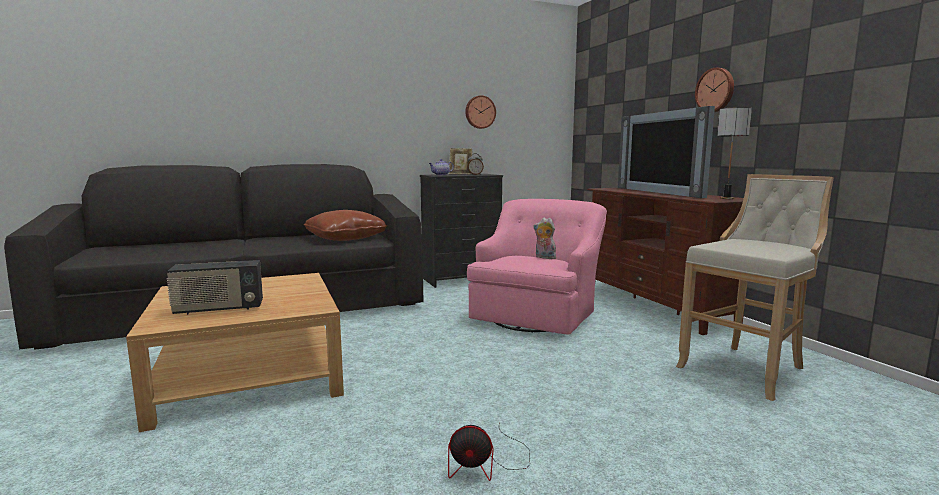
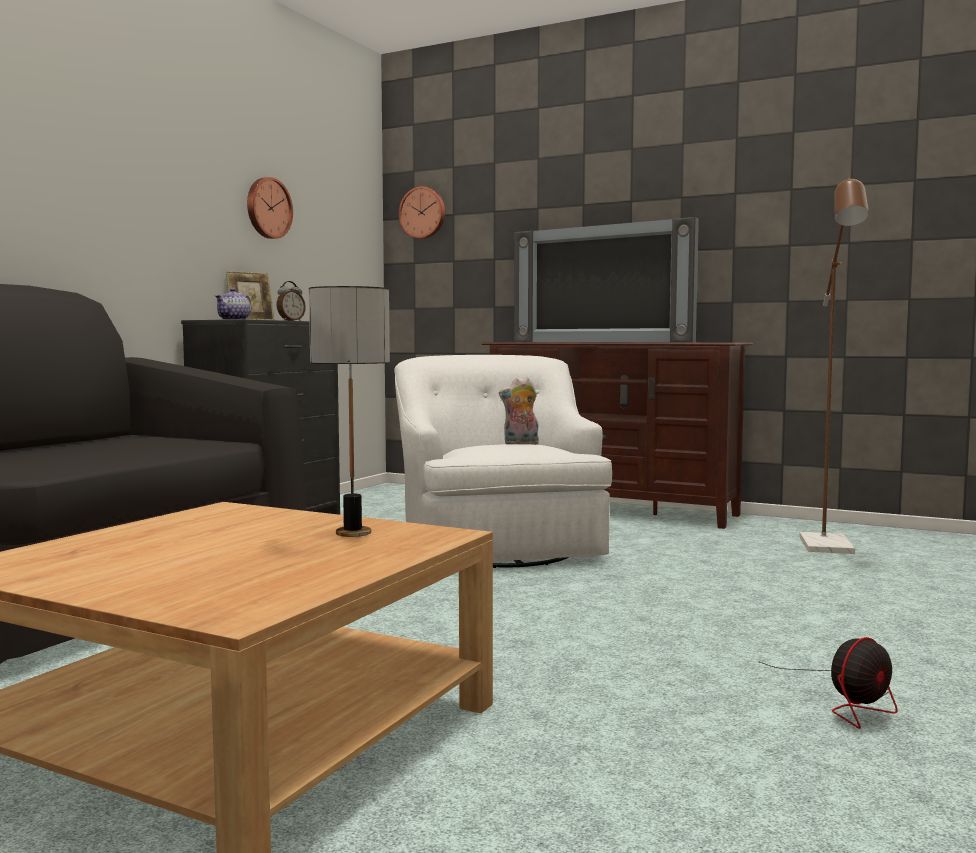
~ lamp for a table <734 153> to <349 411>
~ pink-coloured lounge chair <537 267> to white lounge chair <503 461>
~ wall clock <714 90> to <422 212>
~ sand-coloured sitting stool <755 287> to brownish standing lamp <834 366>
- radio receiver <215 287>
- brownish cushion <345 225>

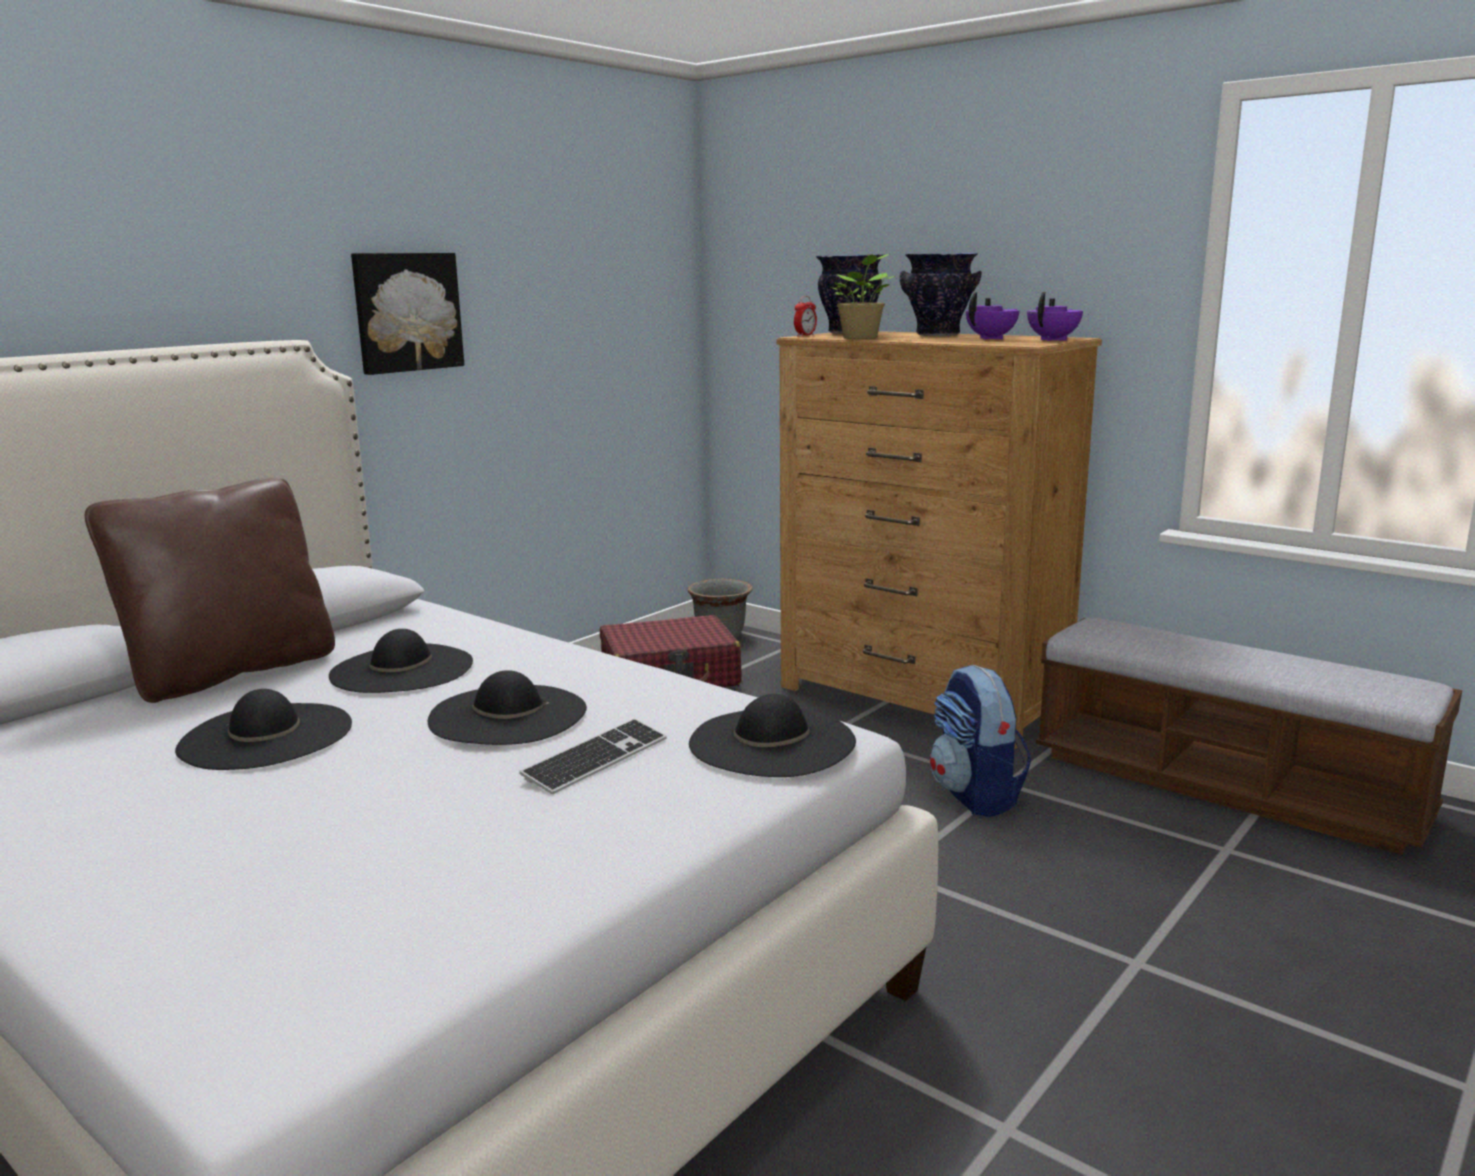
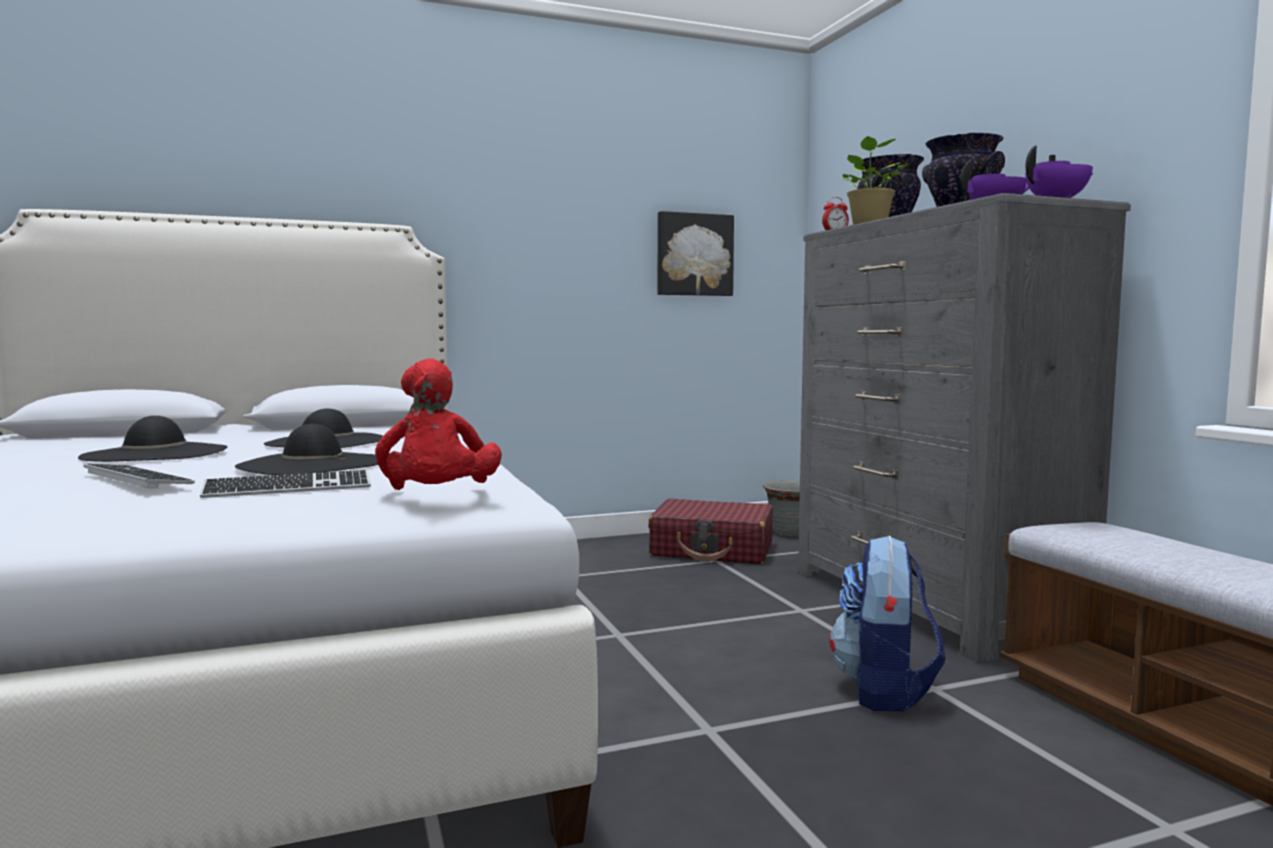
+ keyboard <139 476>
~ black-coloured hat <772 735> to reddish soft toy <438 424>
~ wall picture <407 314> to <696 253>
~ brownish dresser <939 540> to grey dresser <964 428>
- brownish cushion <210 590>

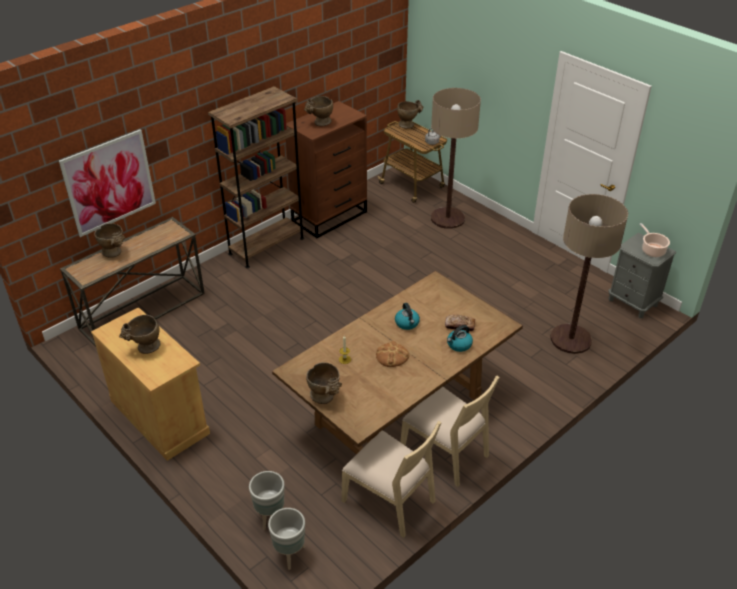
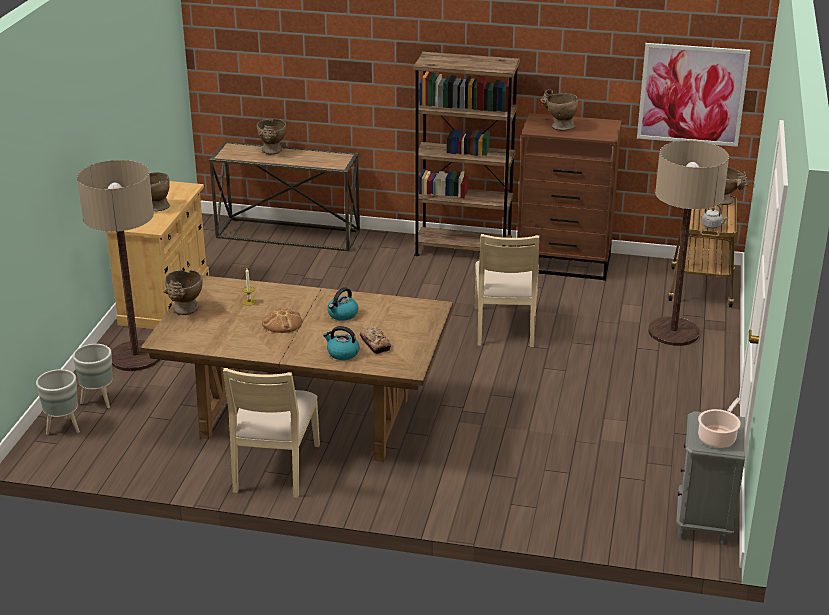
~ standing lamp <589 274> to <118 265>
~ sand-coloured plain chair <391 479> to <507 290>
~ wall picture <107 183> to <693 95>

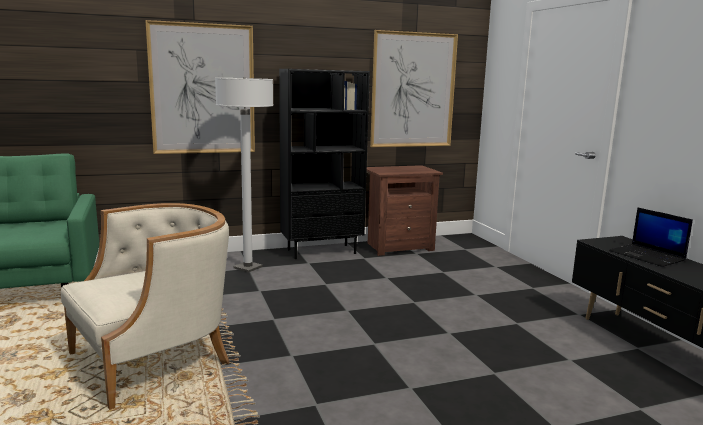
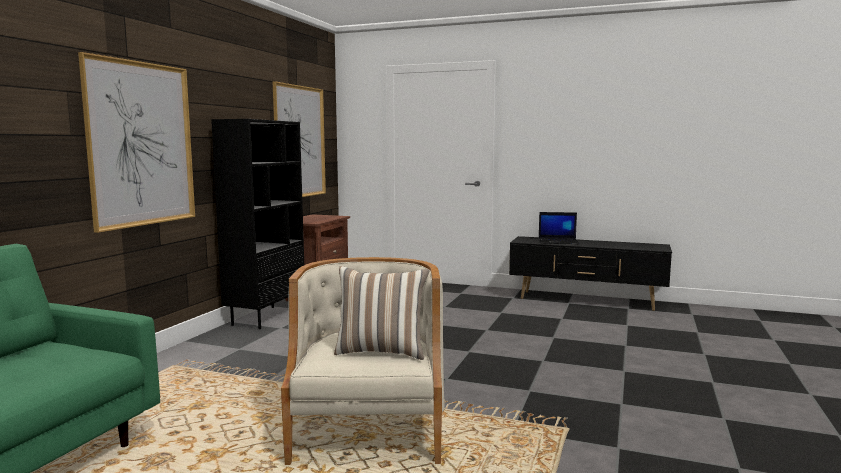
+ cushion <381 313>
- white standing lamp <244 175>

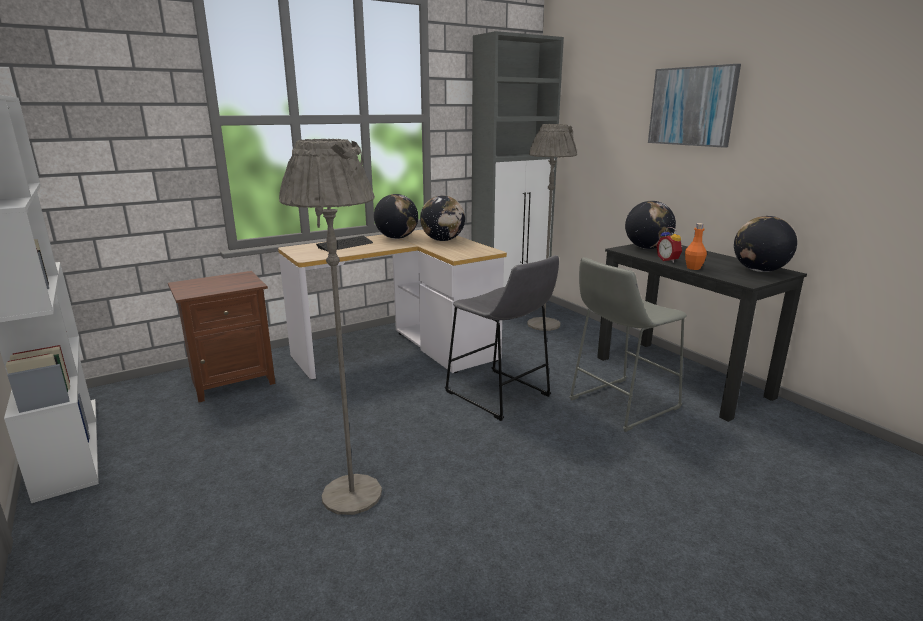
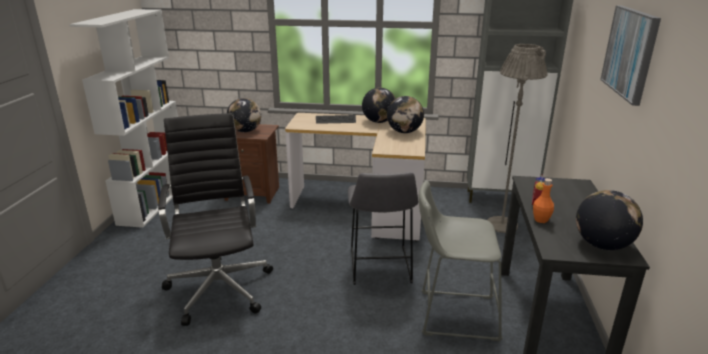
~ grey standing lamp <330 327> to black-coloured computer chair <215 219>
~ world globe <650 225> to <244 115>

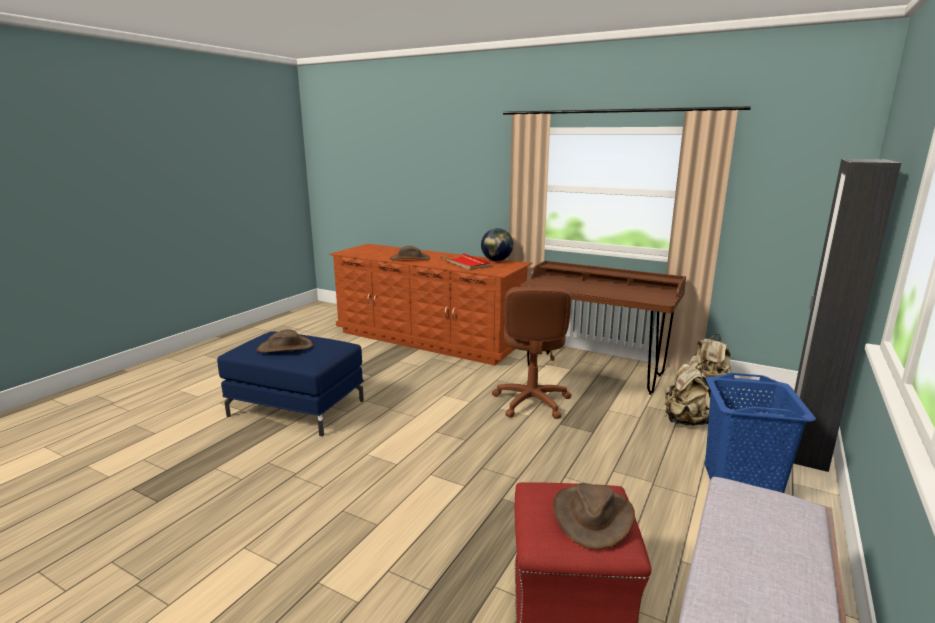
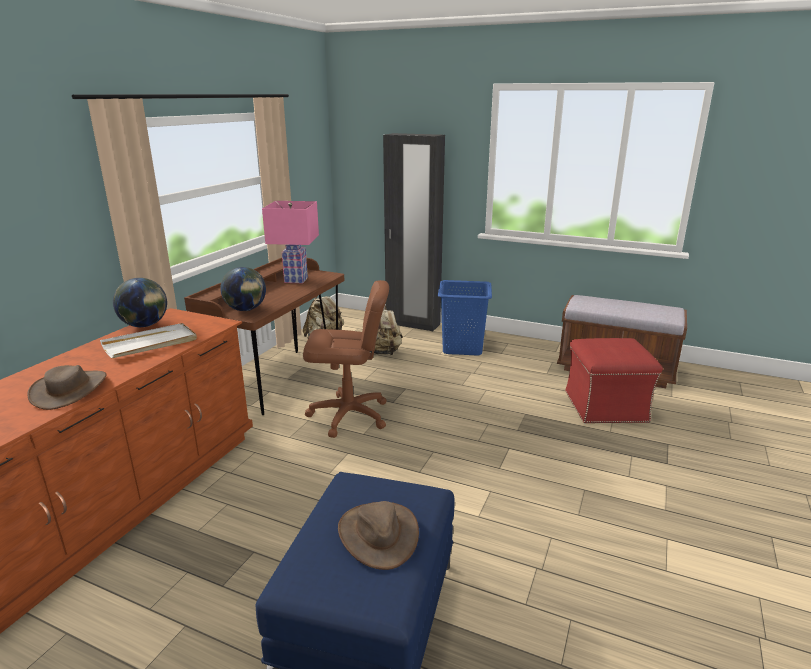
~ reddish serving tray <465 261> to white serving tray <148 341>
+ world globe <243 289>
+ pink-coloured lamp for a table <290 242>
- brownish hat <594 516>

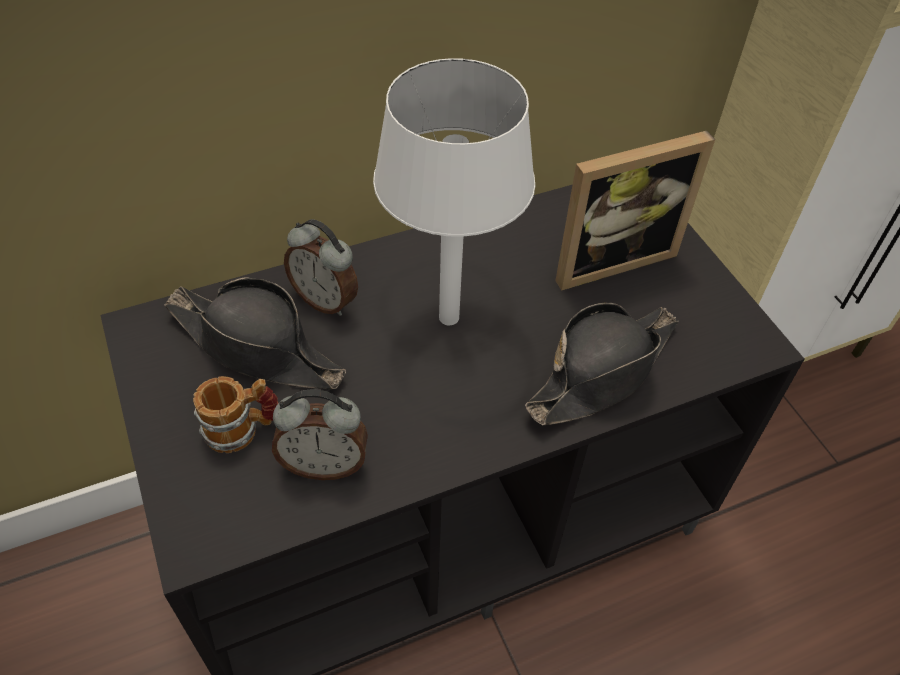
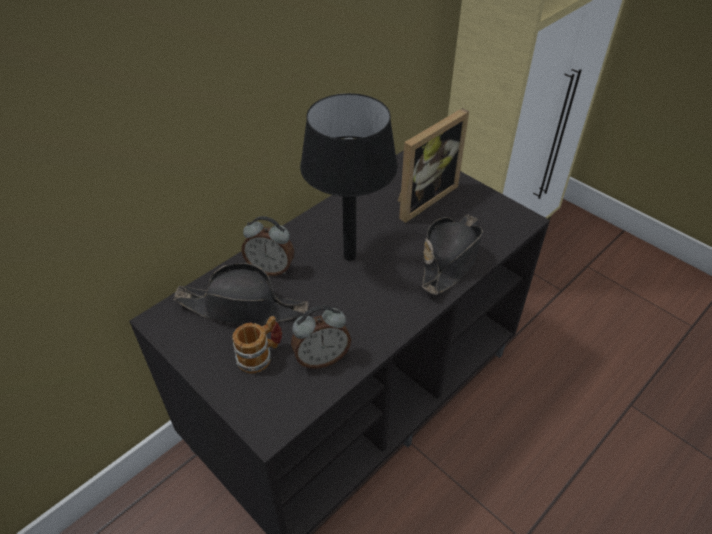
~ white lamp for a table <454 191> to black-coloured lamp for a table <349 177>

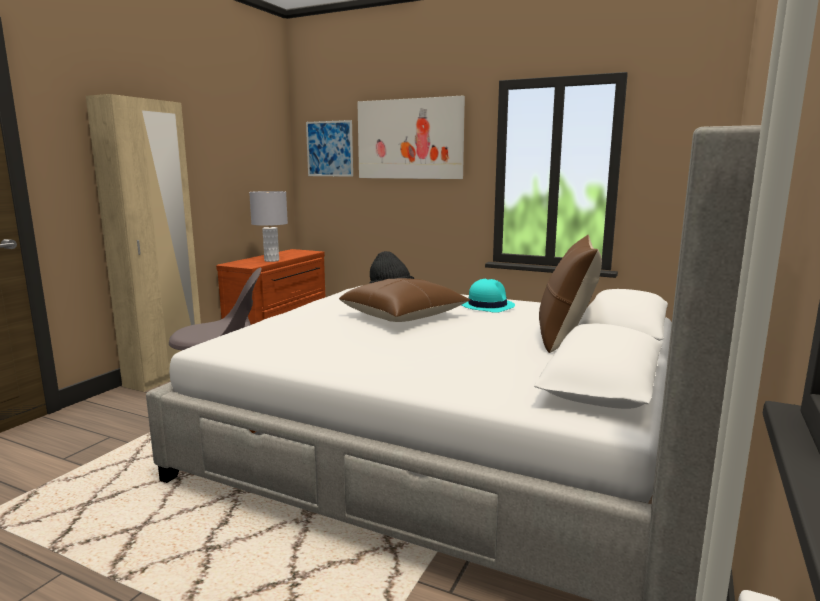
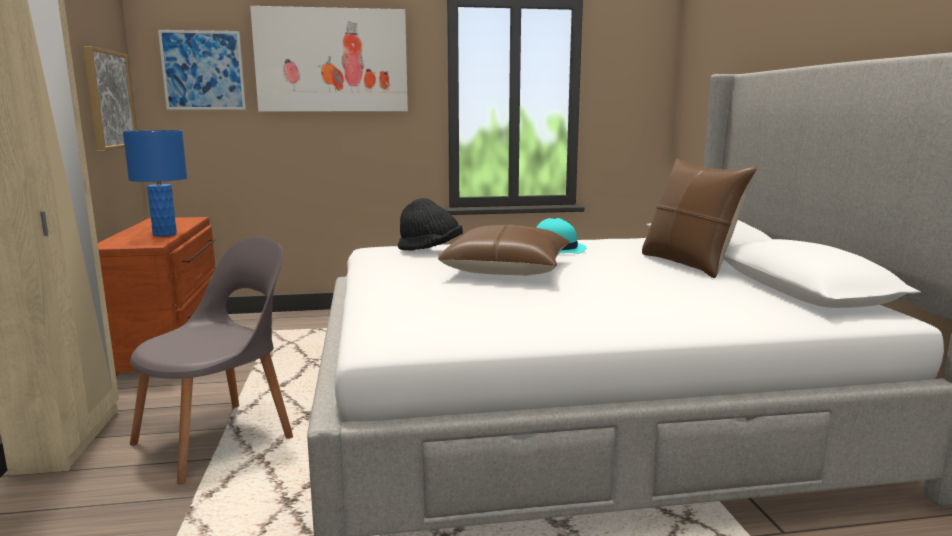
+ wall picture <109 98>
~ grey lamp for a table <268 226> to blue lamp for a table <155 183>

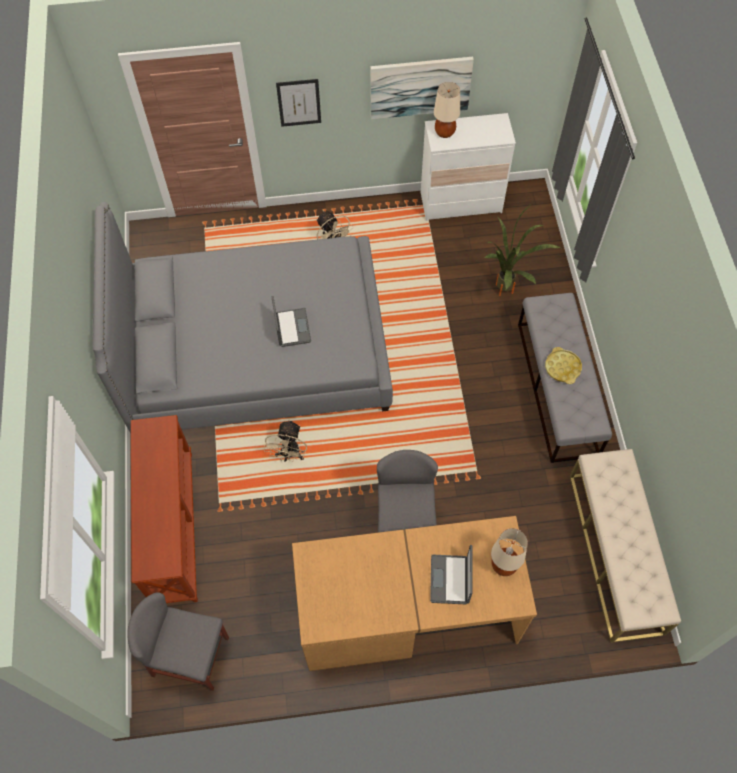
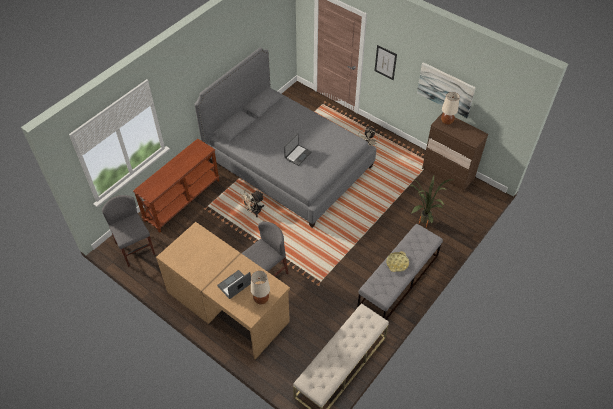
~ white dresser <468 167> to brownish dresser <455 152>

